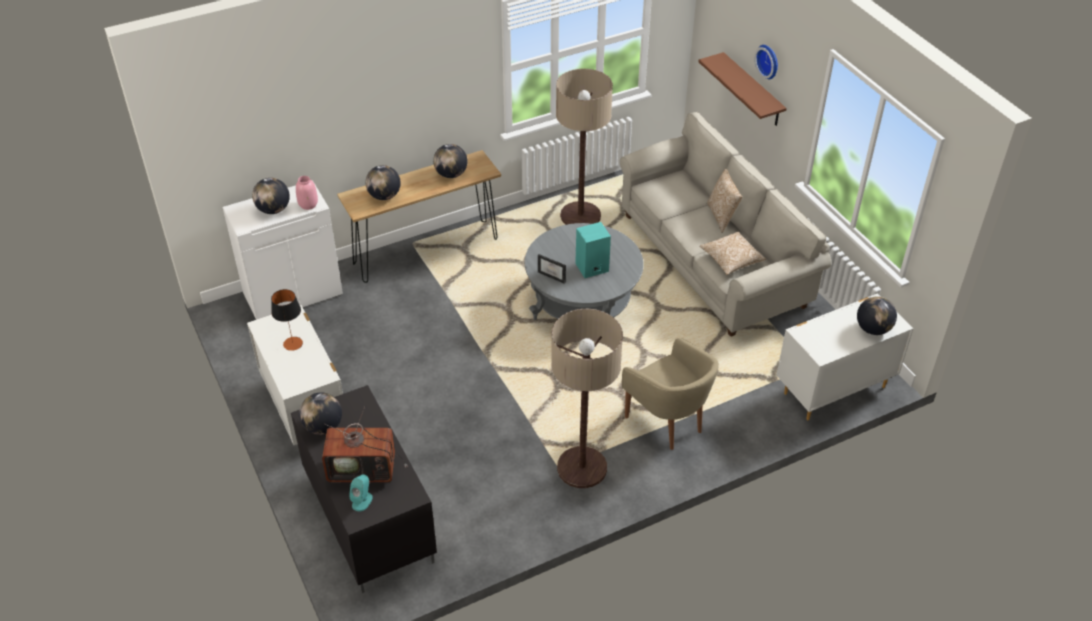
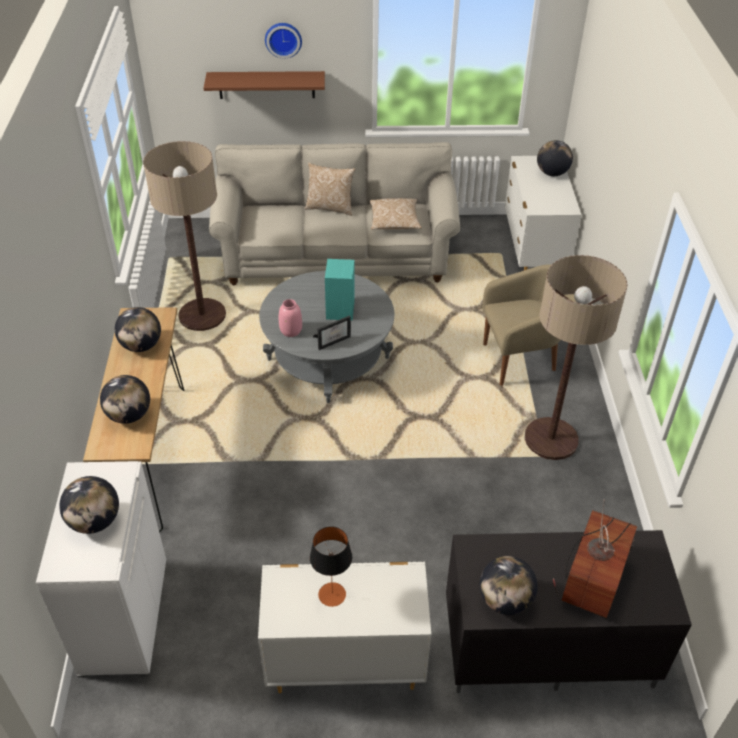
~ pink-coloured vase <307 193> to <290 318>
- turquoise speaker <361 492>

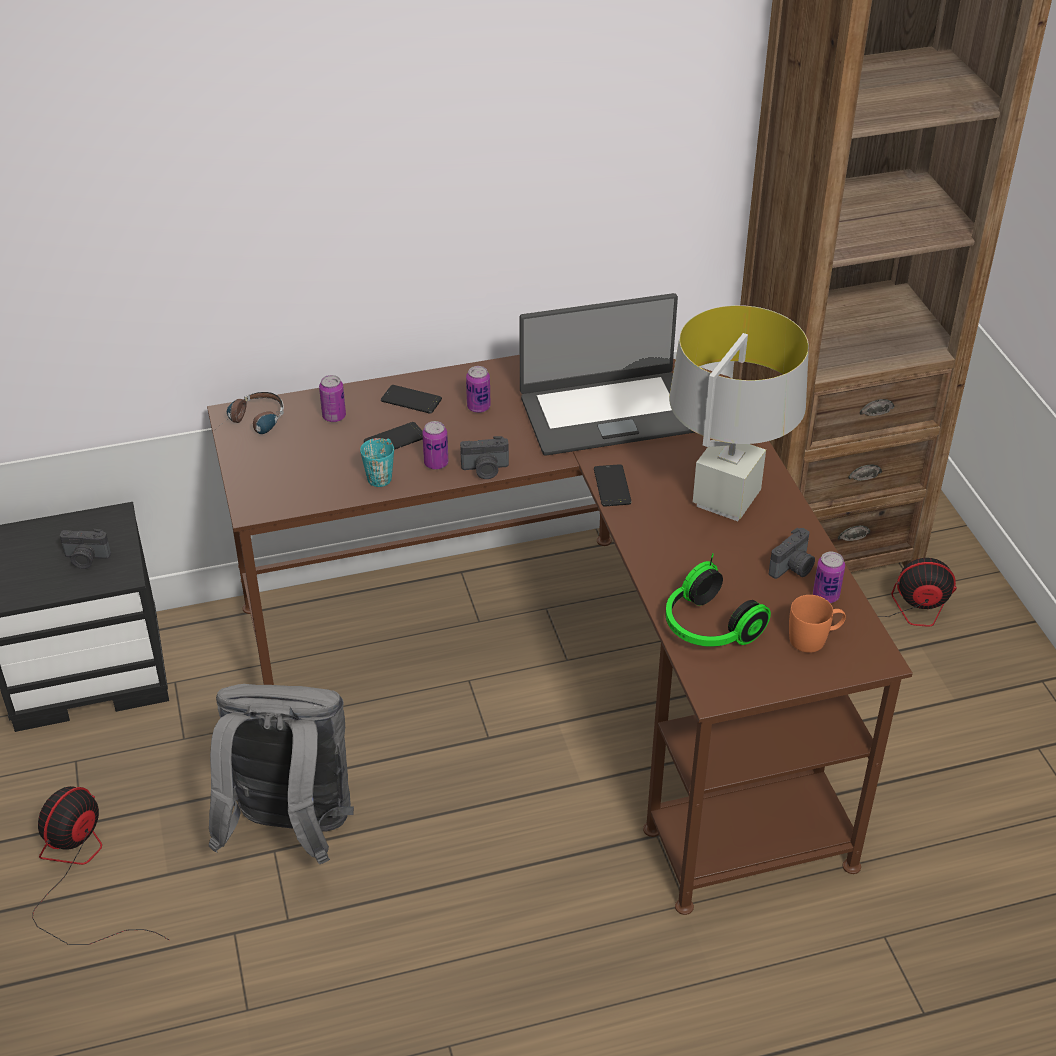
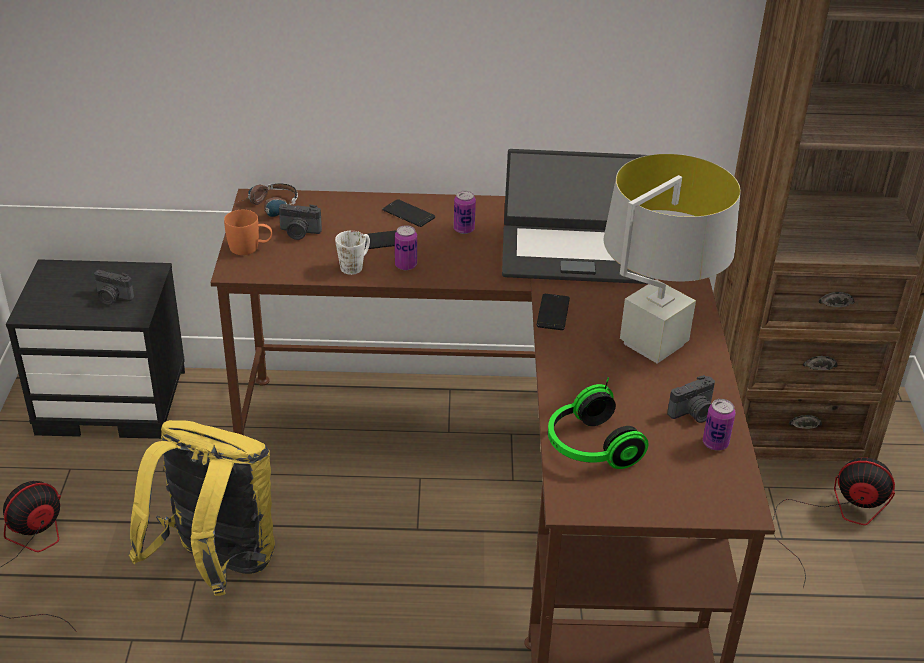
~ grey rucksack <281 774> to yellow rucksack <202 508>
~ orangey coffee mug <817 624> to <248 232>
~ photo camera <484 457> to <300 222>
~ turquoise coffee mug <377 462> to white coffee mug <352 253>
- can <332 398>

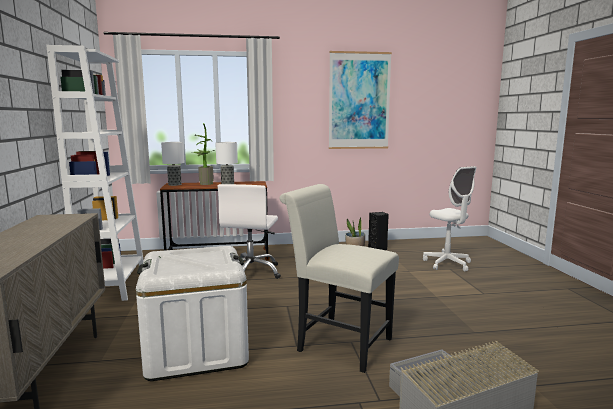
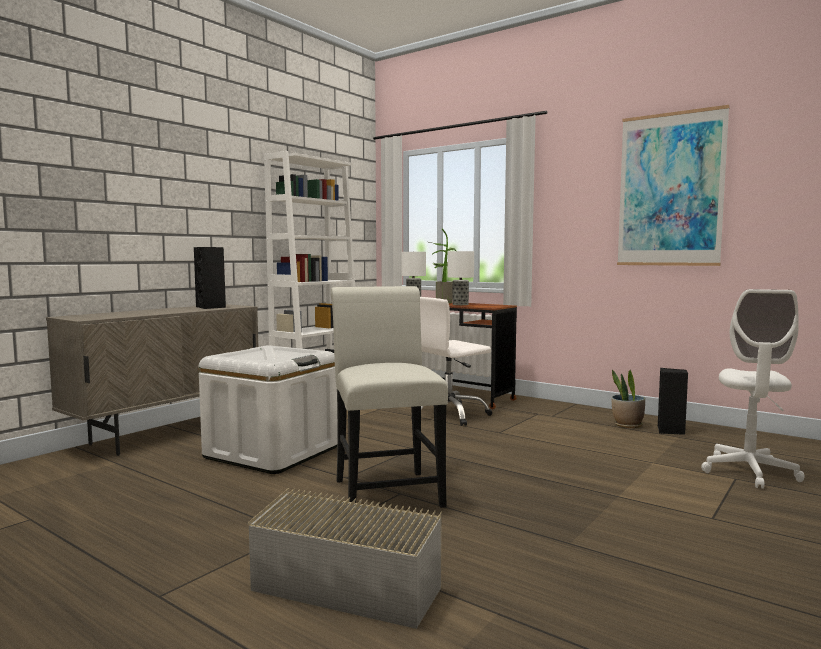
+ black-coloured speaker <210 278>

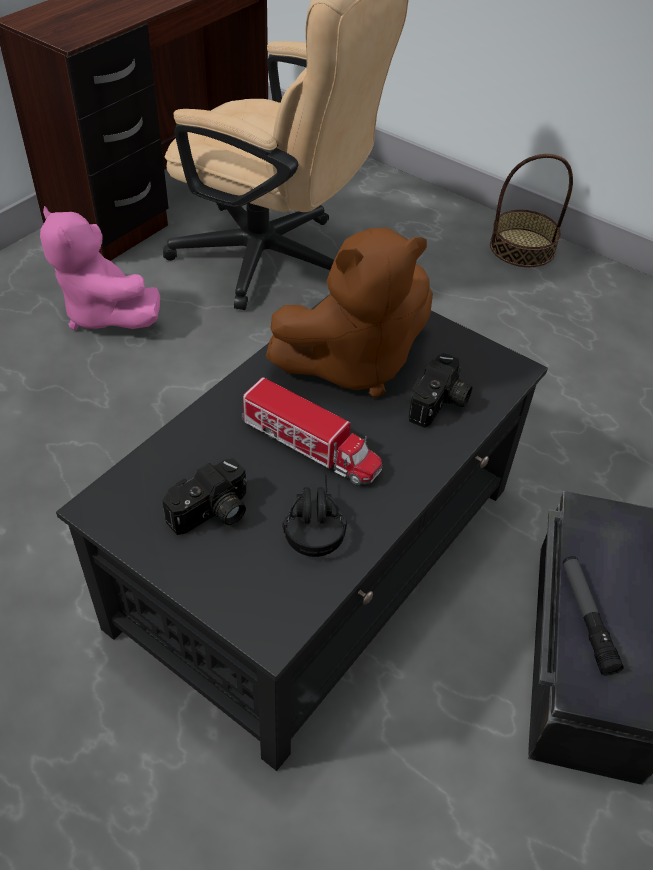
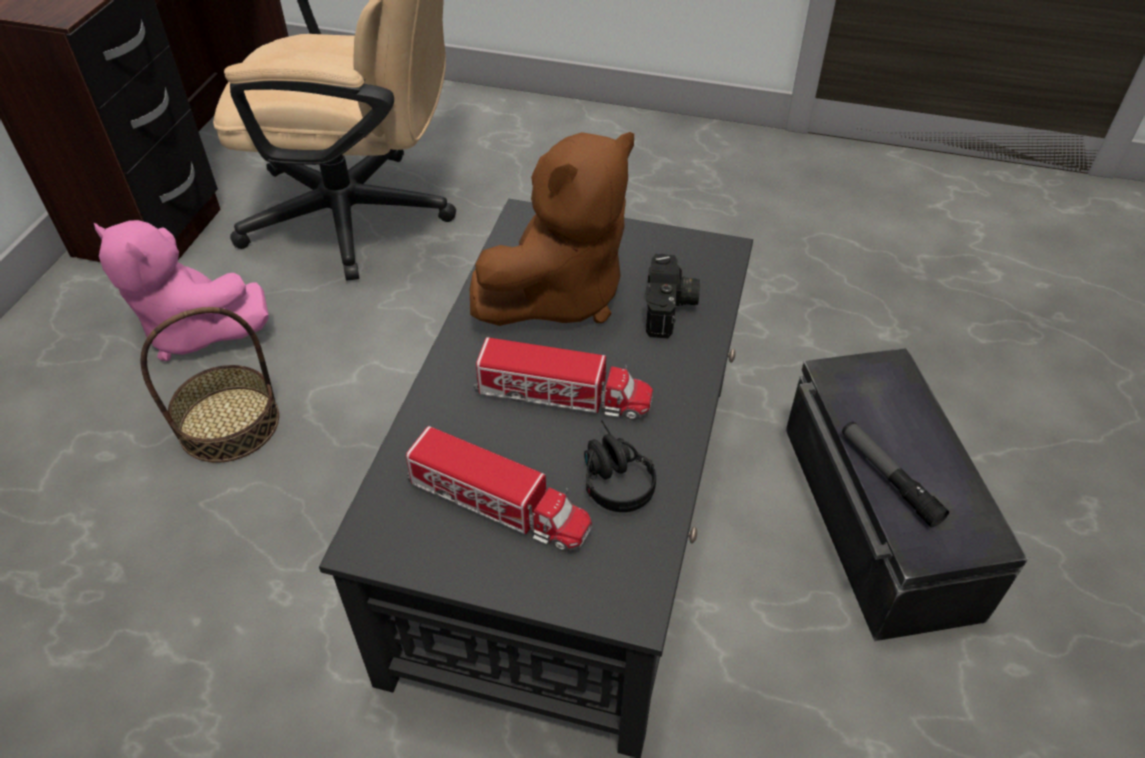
~ basket <531 210> to <210 385>
~ photo camera <204 496> to toy lorry <499 489>

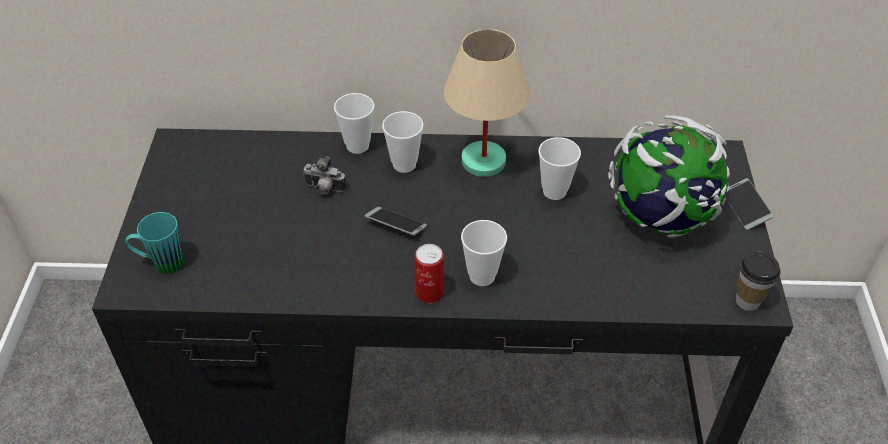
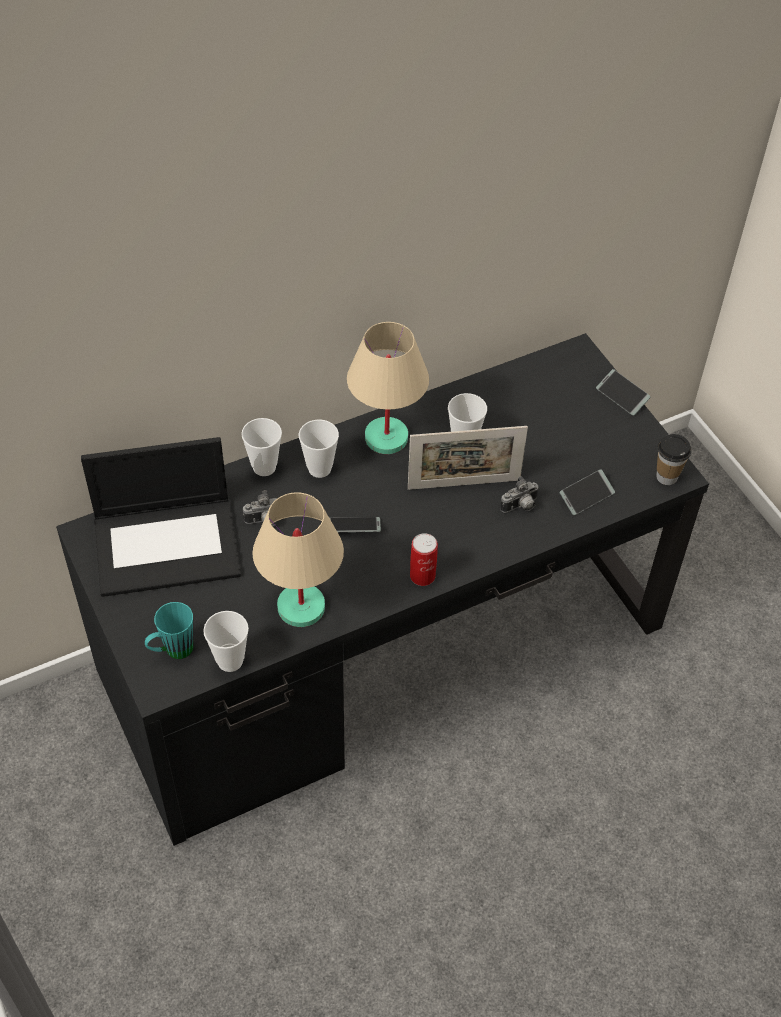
+ notebook computer <161 517>
~ drinking cup <484 253> to <226 641>
+ sand-coloured lamp for a table <298 559>
+ picture frame <468 458>
+ photo camera <519 494>
+ phone <587 492>
- world globe <669 176>

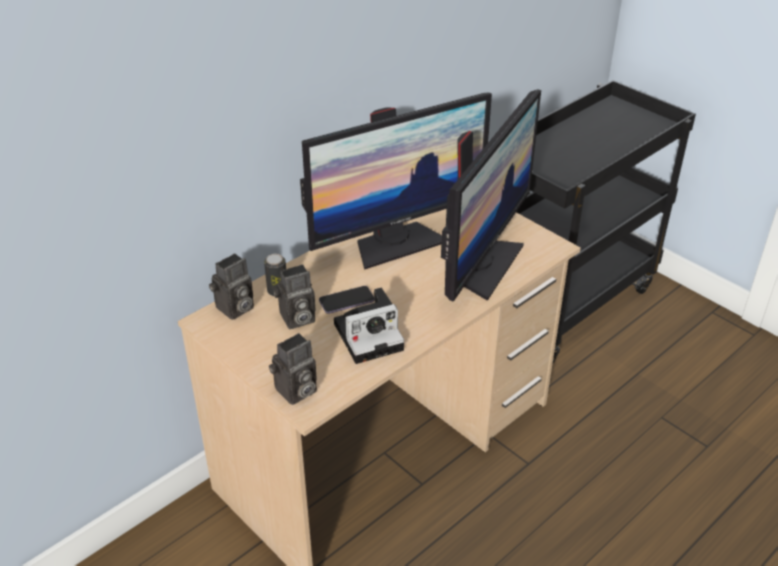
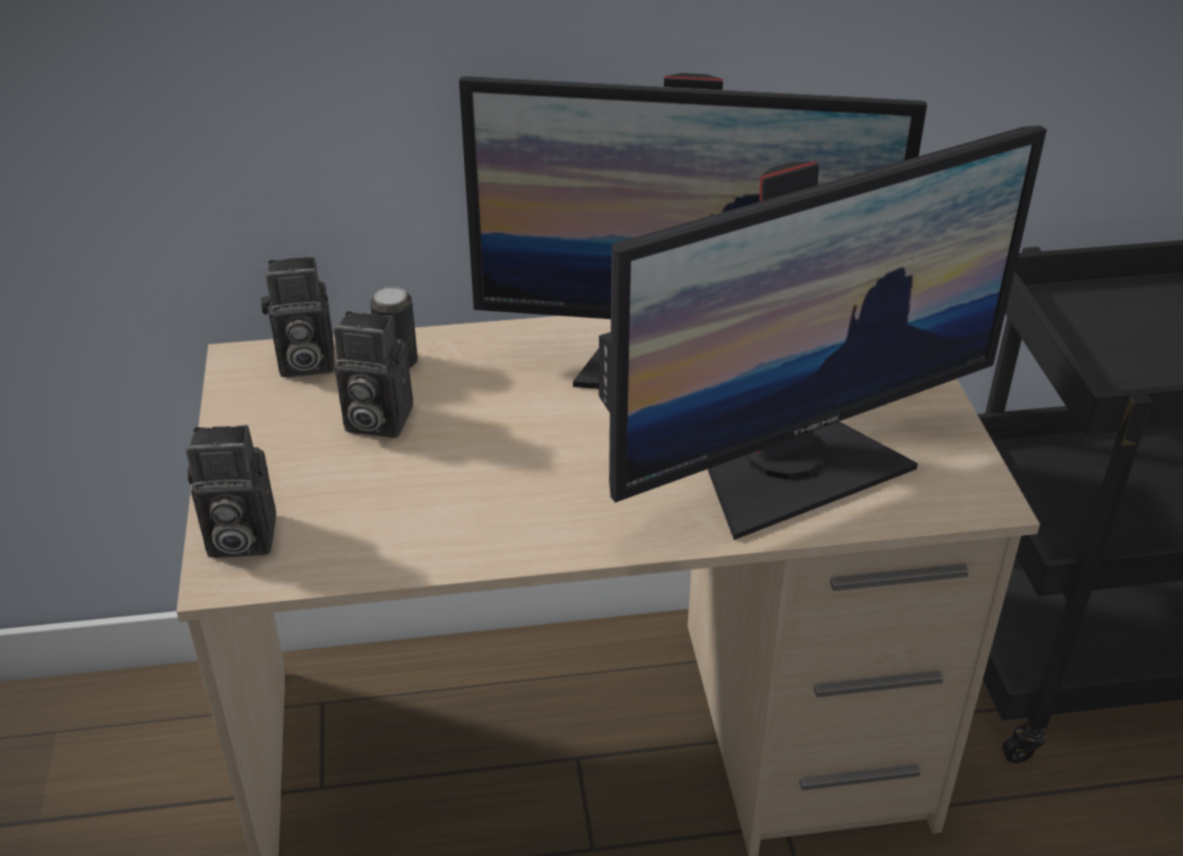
- phone <347 300>
- photo camera <369 326>

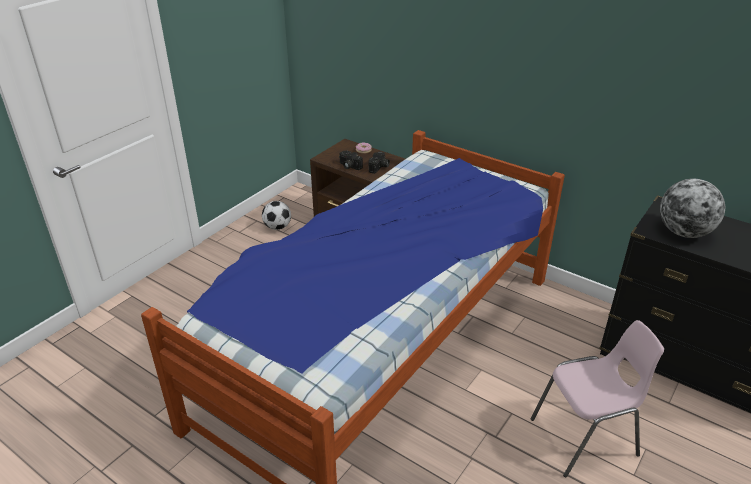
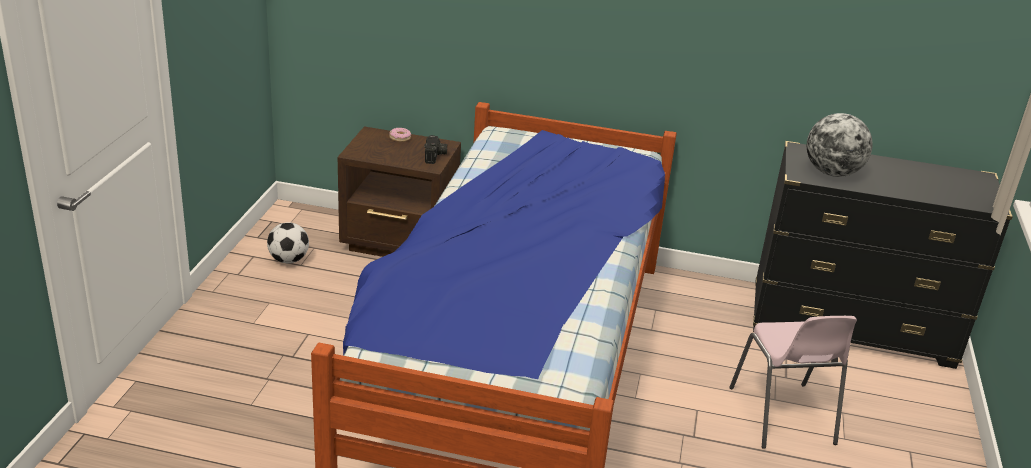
~ pink-coloured plain chair <597 399> = <793 382> 120 degrees clockwise
- photo camera <351 160>

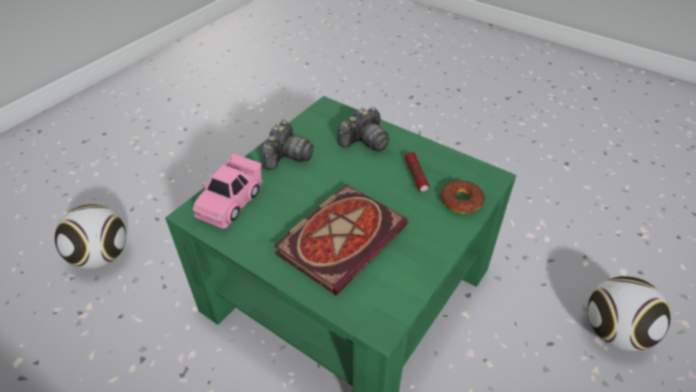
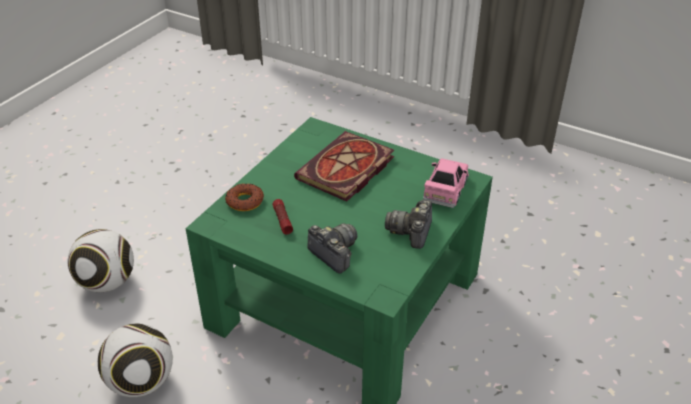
~ football <90 236> to <135 360>
~ photo camera <363 129> = <332 248> 90 degrees clockwise

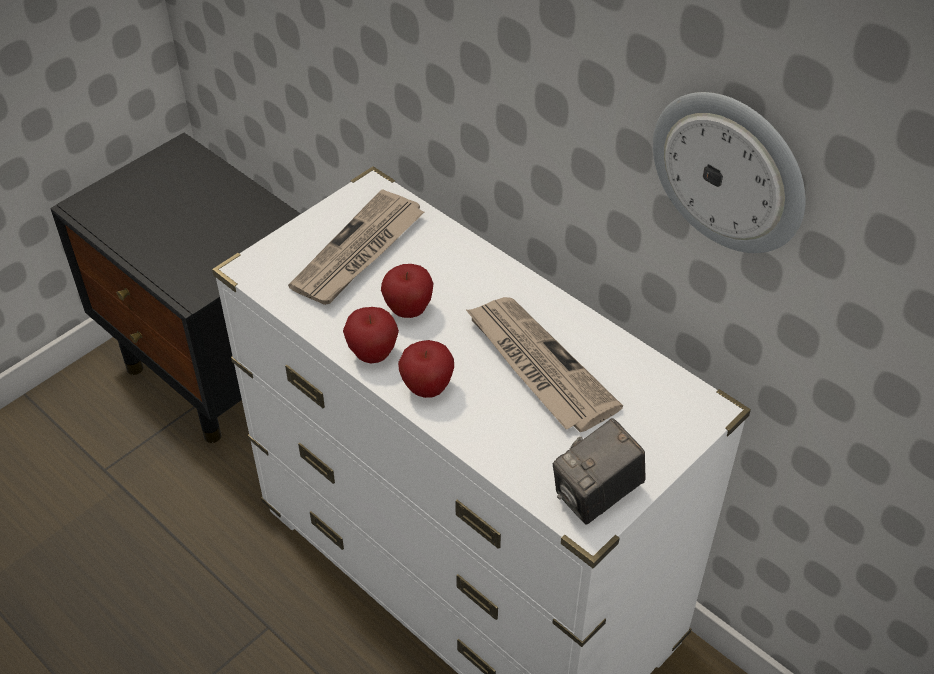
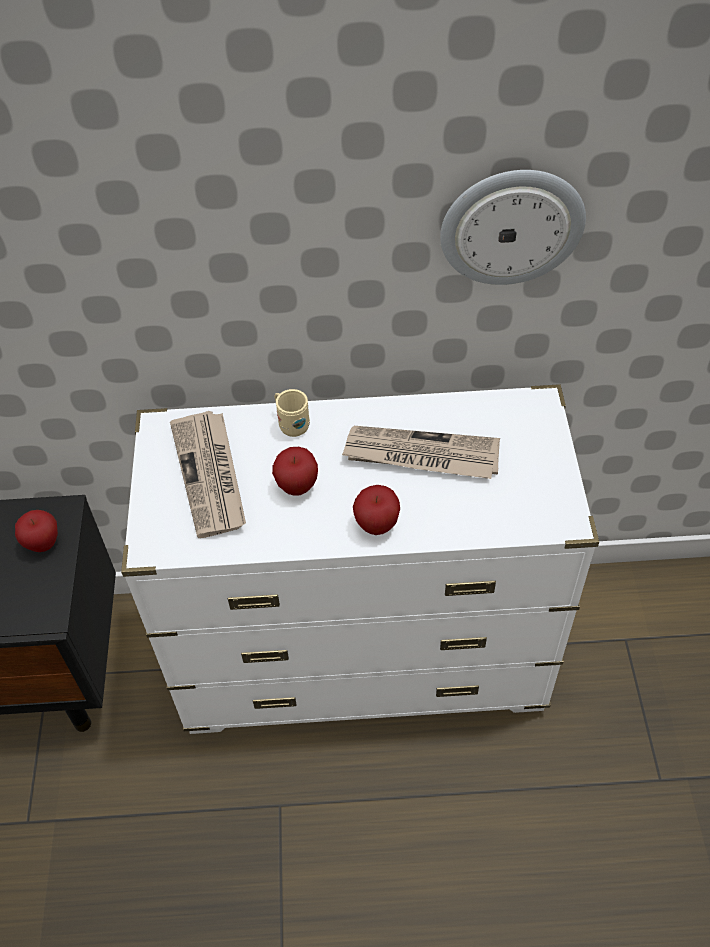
~ whole apple <371 335> to <36 531>
+ sand-coloured coffee mug <292 413>
- photo camera <599 471>

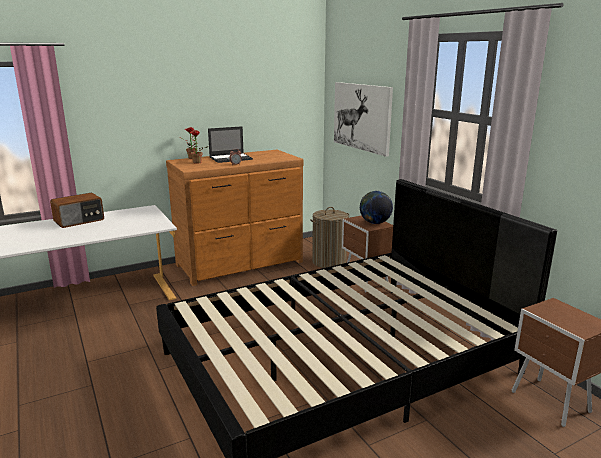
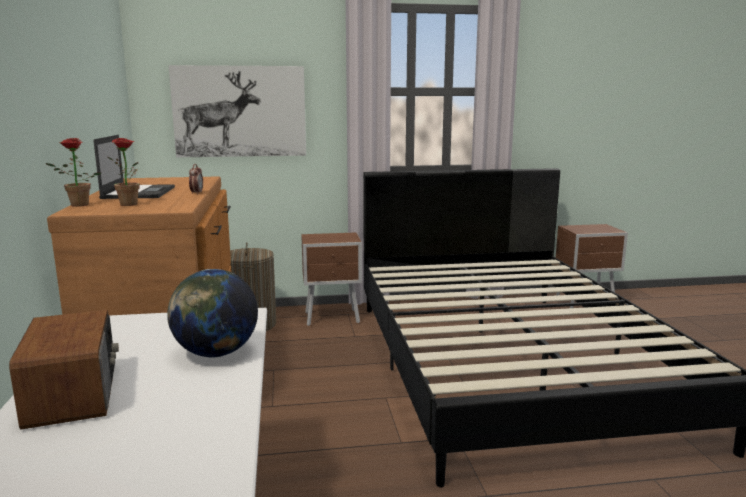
~ world globe <376 207> to <212 313>

